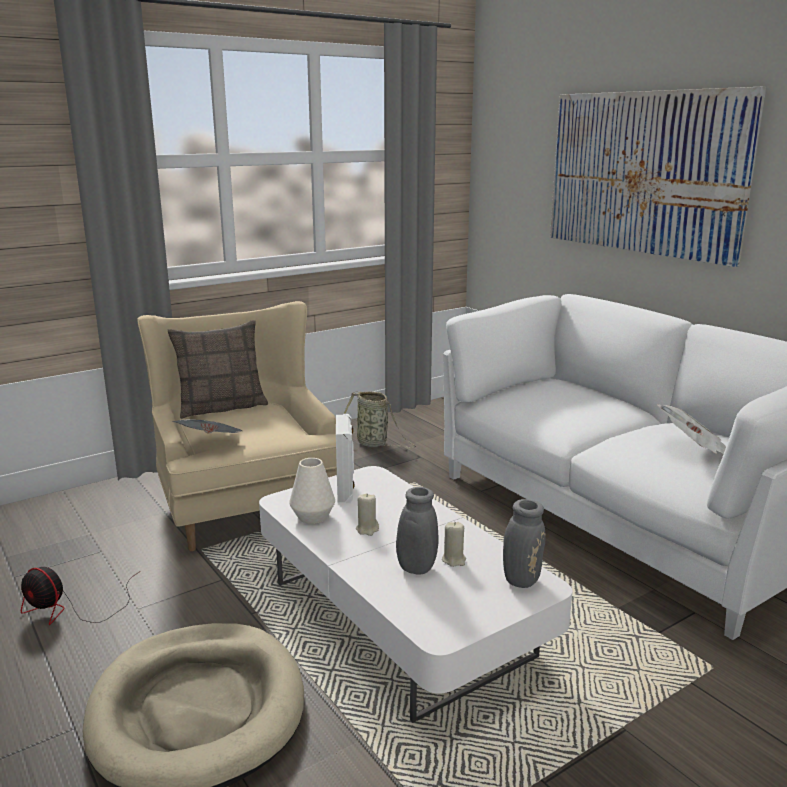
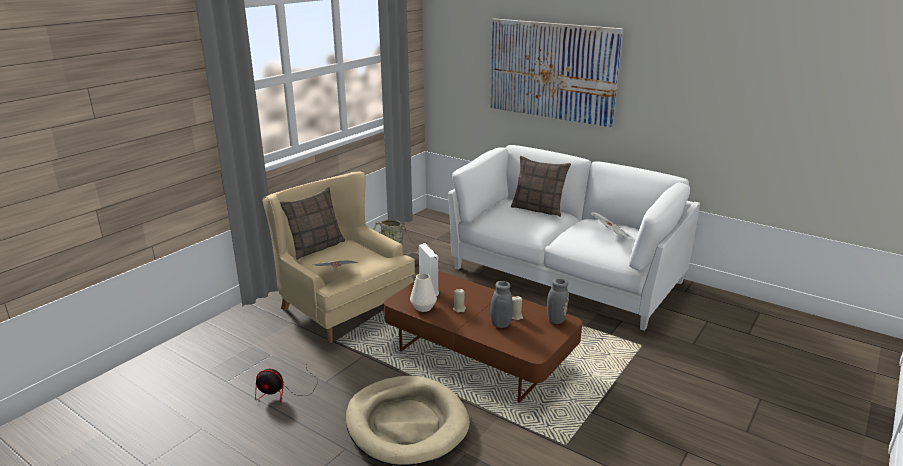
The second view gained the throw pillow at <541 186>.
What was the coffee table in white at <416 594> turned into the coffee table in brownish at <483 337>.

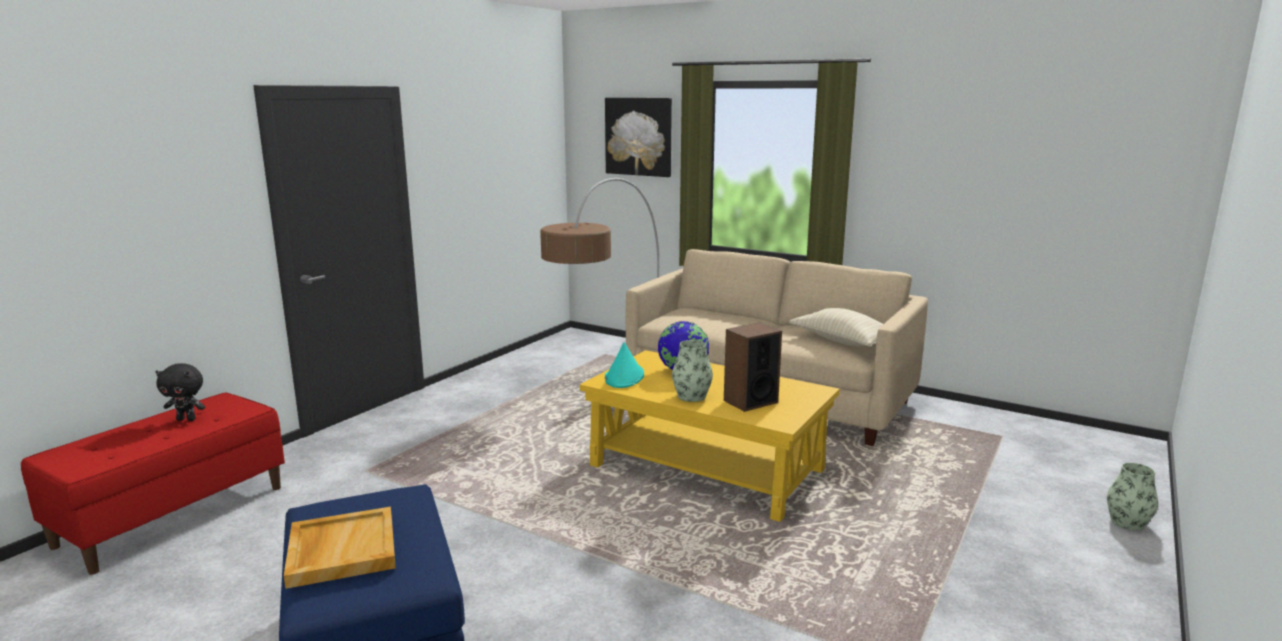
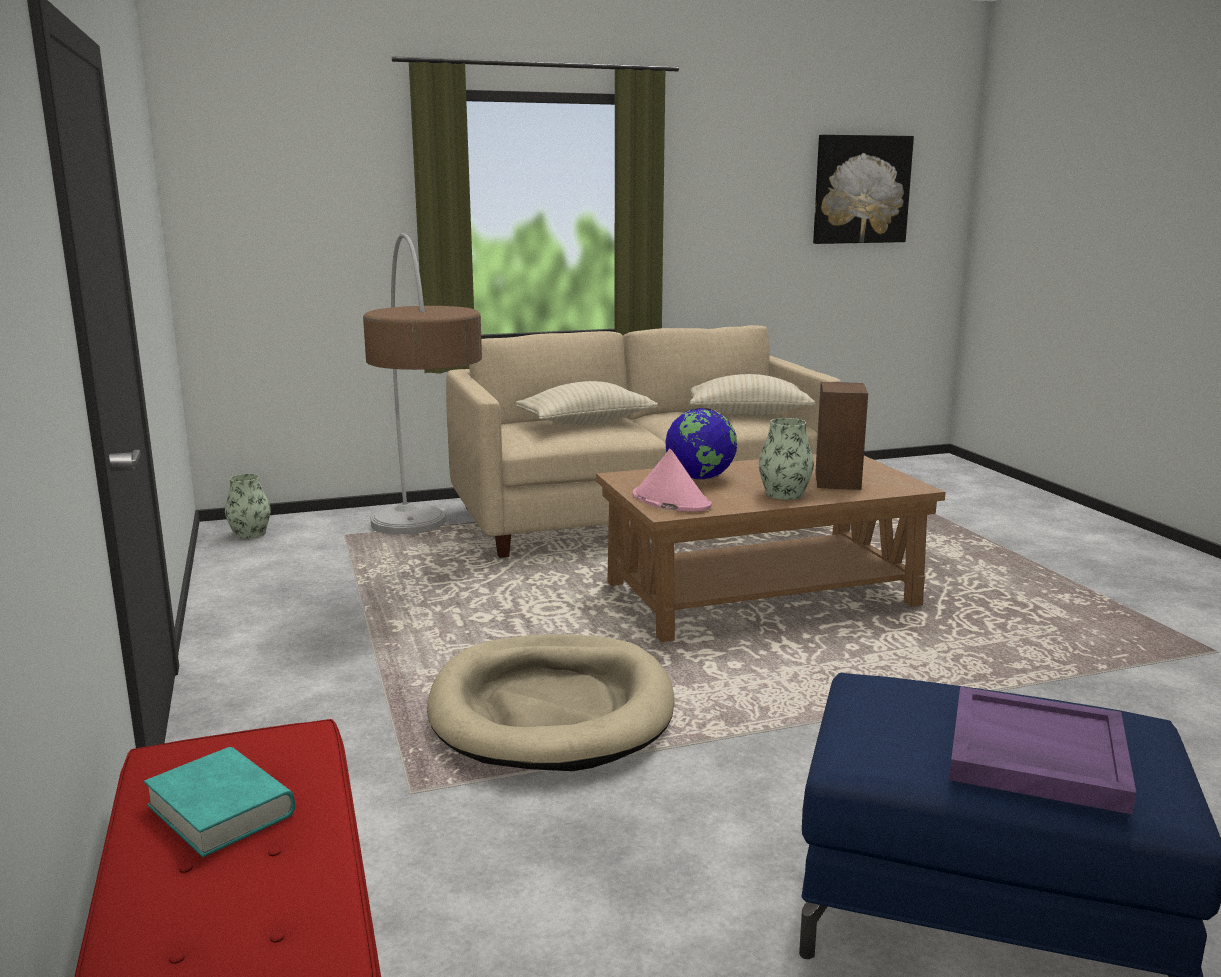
The second view gained the dog bed in beige at <551 702>.
The second view gained the throw pillow in beige at <586 403>.
The wall picture ended up elsewhere, having gone from <638 137> to <863 189>.
The flower vase ended up elsewhere, having gone from <1132 497> to <248 506>.
Where the soft toy in black stood at <180 392>, the bound book in turquoise came to stand at <219 802>.
What was the carrying tray in beige at <340 548> turned into the carrying tray in purple-coloured at <1042 750>.
What was the coffee table in yellowish at <710 436> turned into the coffee table in brownish at <771 548>.
What was the hat in turquoise at <624 365> turned into the hat in pink-coloured at <672 480>.

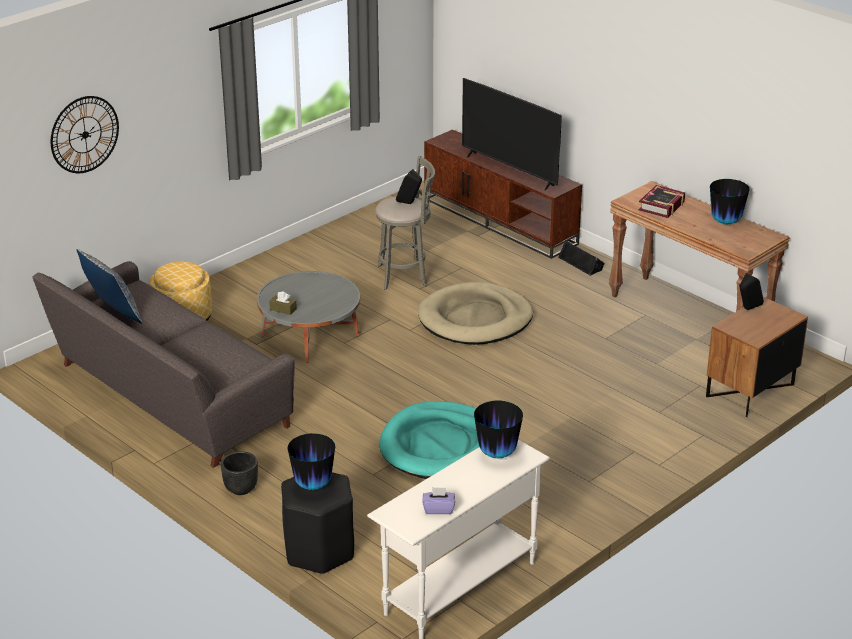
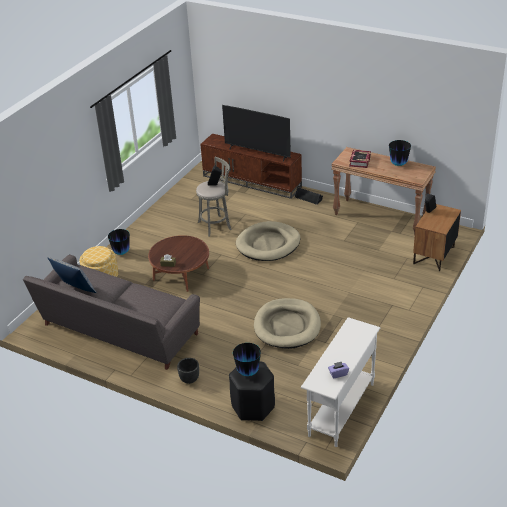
The second view lost the wall clock at <85 134>.
The flower vase ended up elsewhere, having gone from <498 429> to <119 242>.
What was the coffee table in gray at <308 317> turned into the coffee table in brownish at <178 263>.
What was the dog bed in turquoise at <429 440> turned into the dog bed in beige at <287 323>.

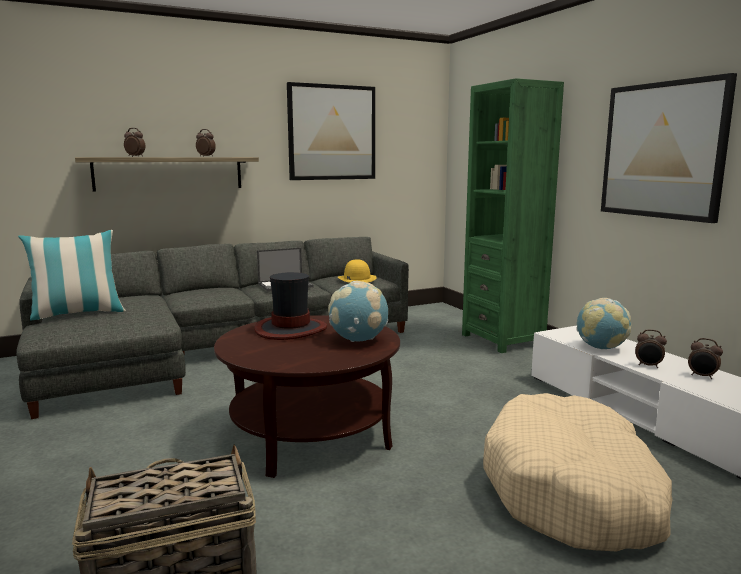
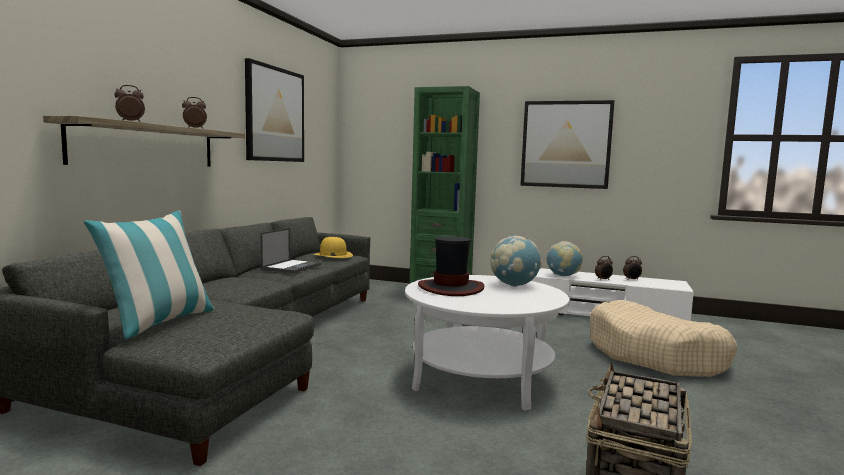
What was the coffee table in brownish at <307 396> turned into the coffee table in white at <487 343>.

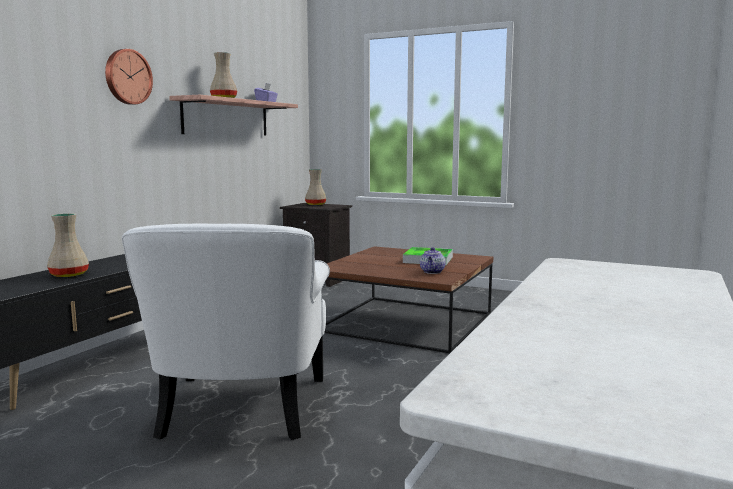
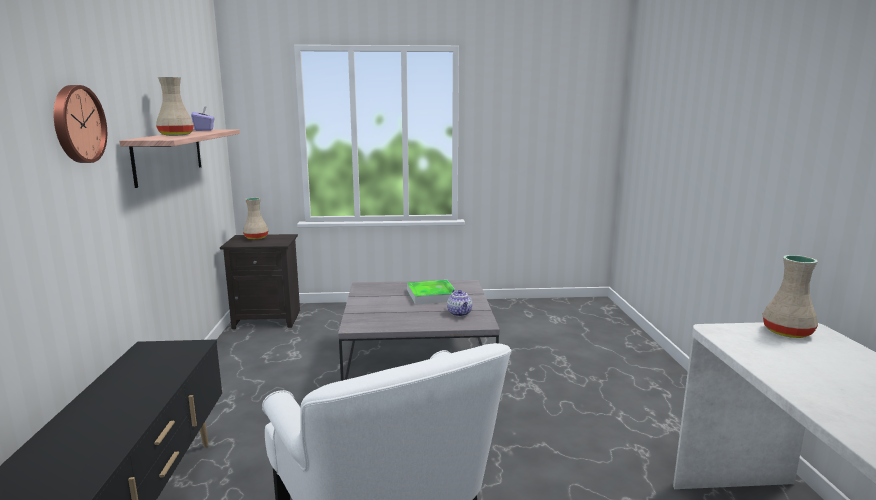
The flower vase in beige ended up elsewhere, having gone from <68 245> to <790 296>.
What was the coffee table in brownish at <408 299> turned into the coffee table in gray at <419 330>.

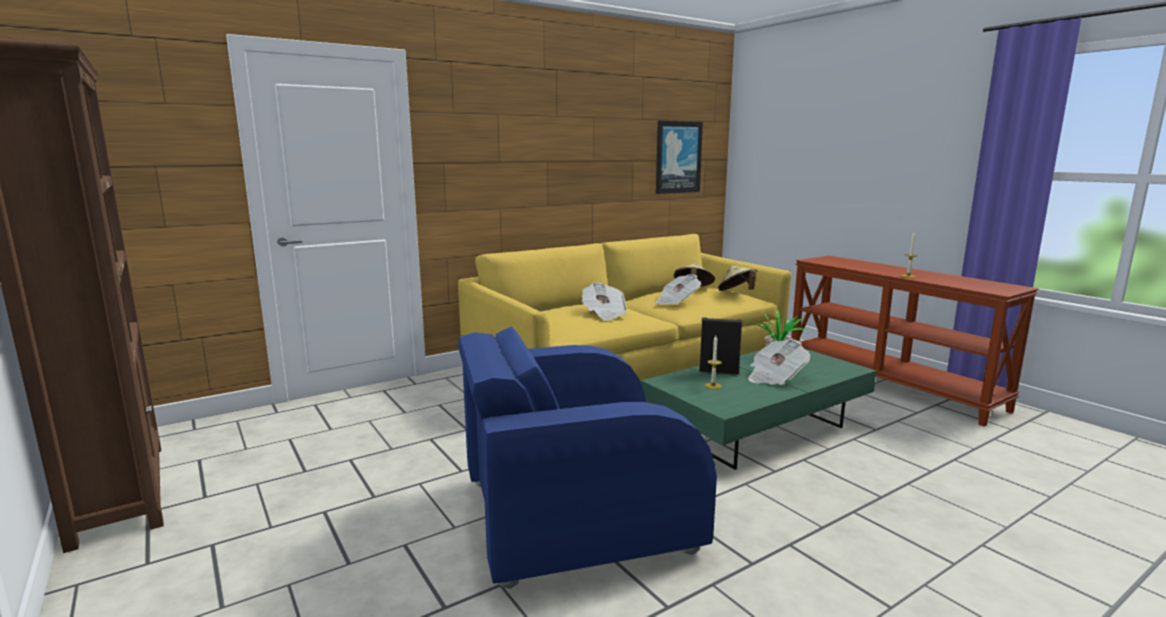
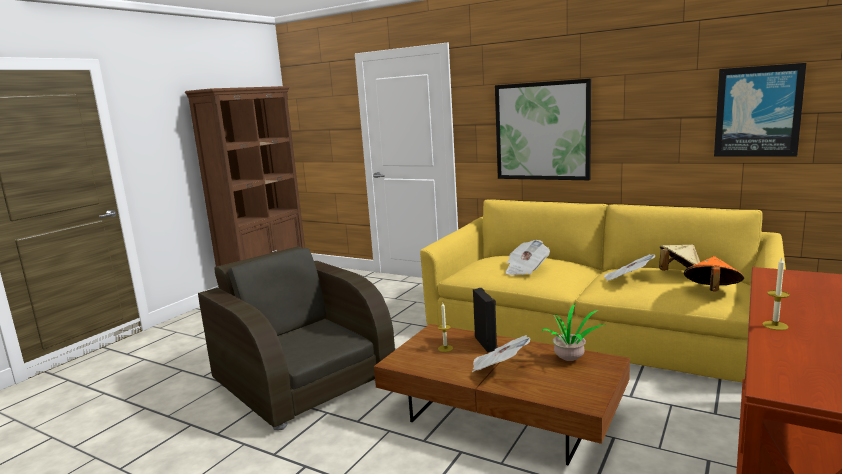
The second view gained the wall picture at <543 129>.
What was the lounge chair in blue at <587 458> turned into the lounge chair in brownish at <296 338>.
What was the coffee table in greenish at <759 409> turned into the coffee table in brownish at <502 395>.
What was the hat in beige at <737 278> turned into the hat in orangey at <714 274>.

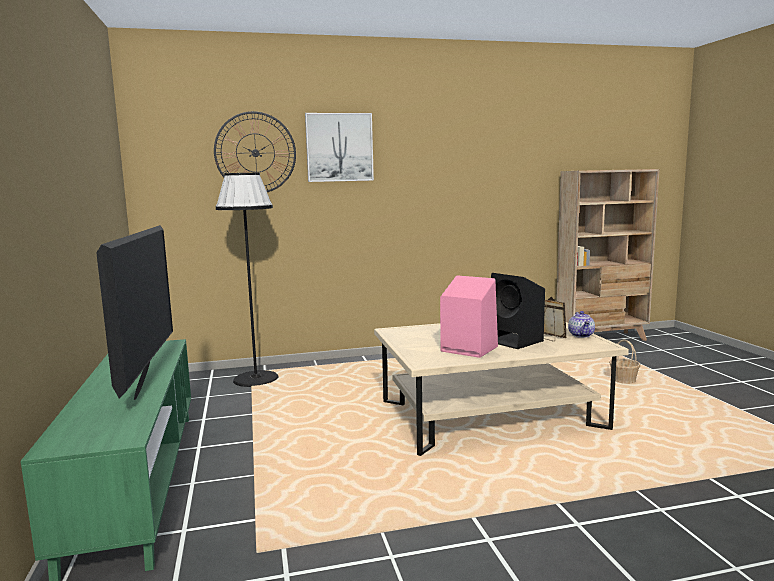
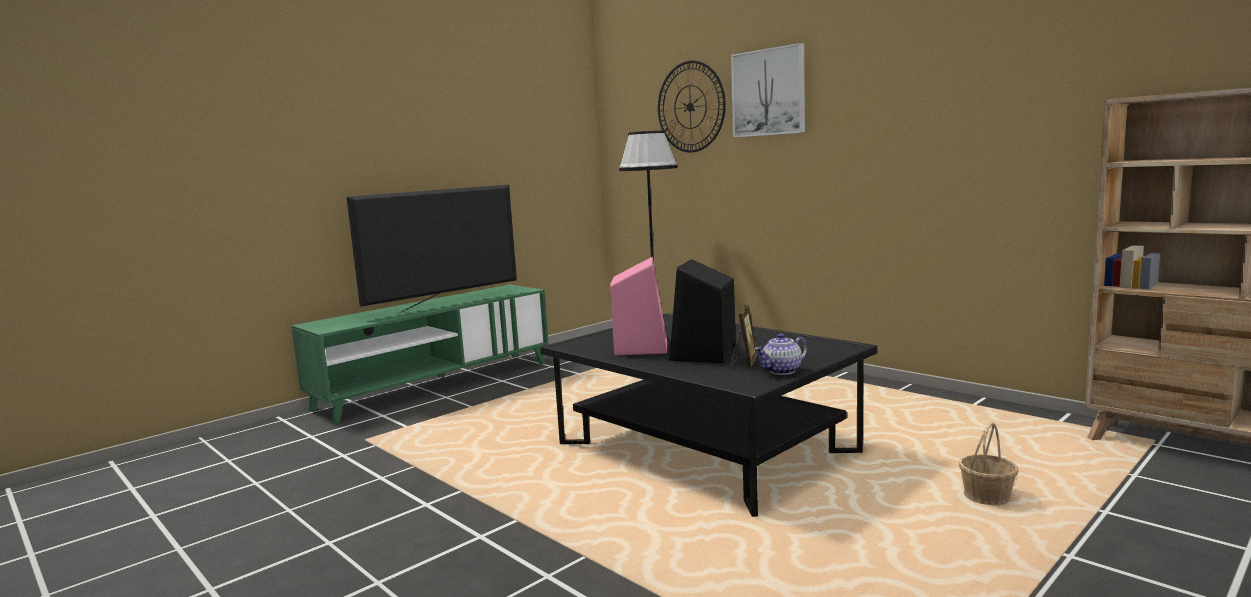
What was the coffee table in beige at <501 389> turned into the coffee table in black at <708 415>.

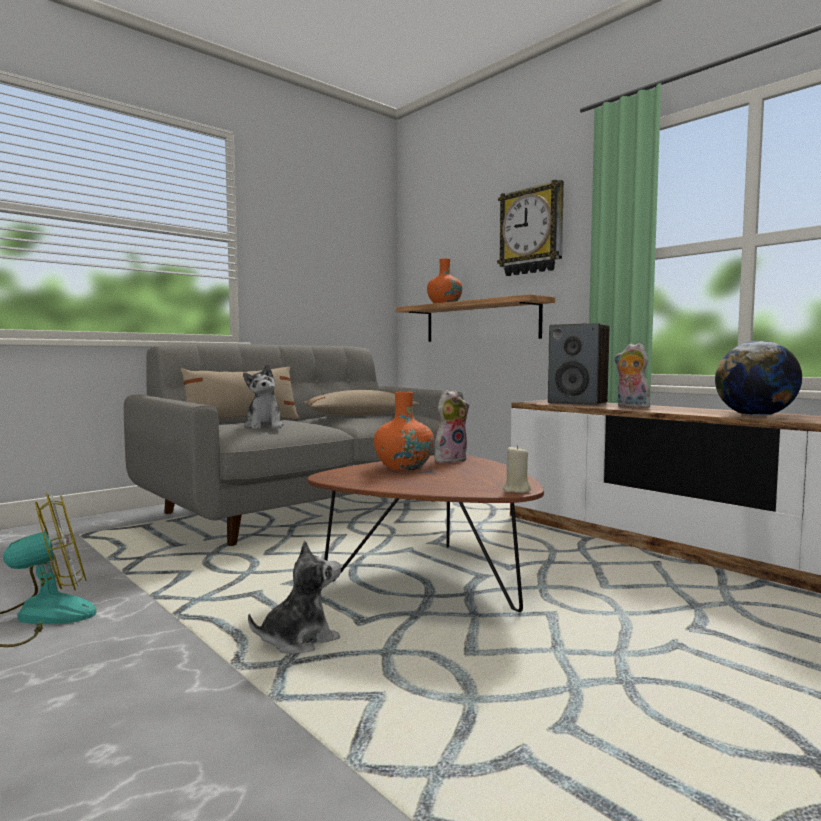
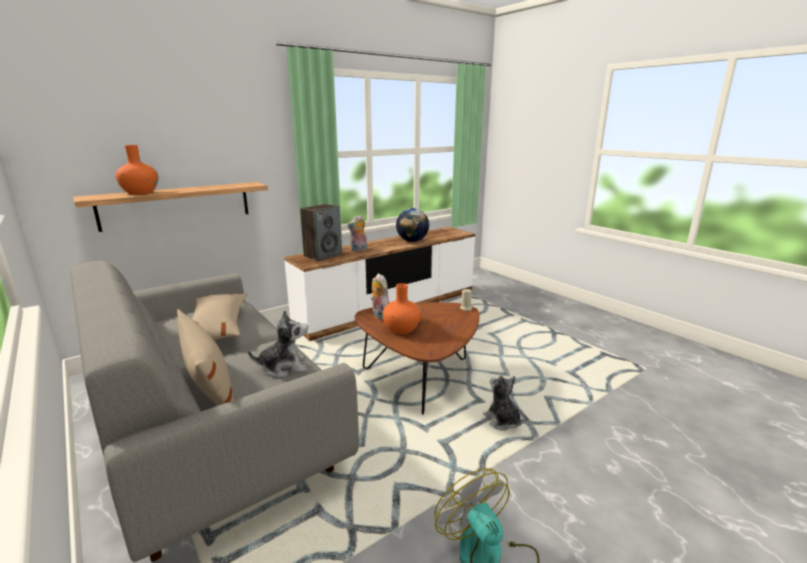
The second view lost the wall clock at <530 228>.

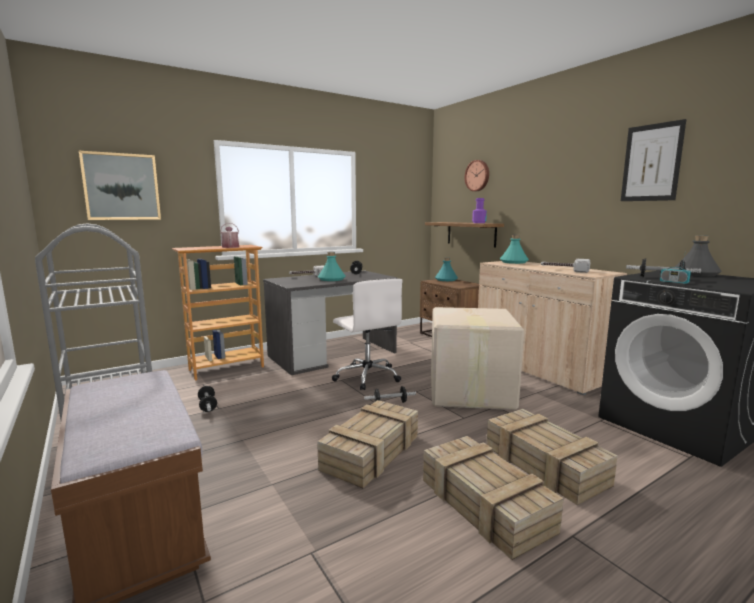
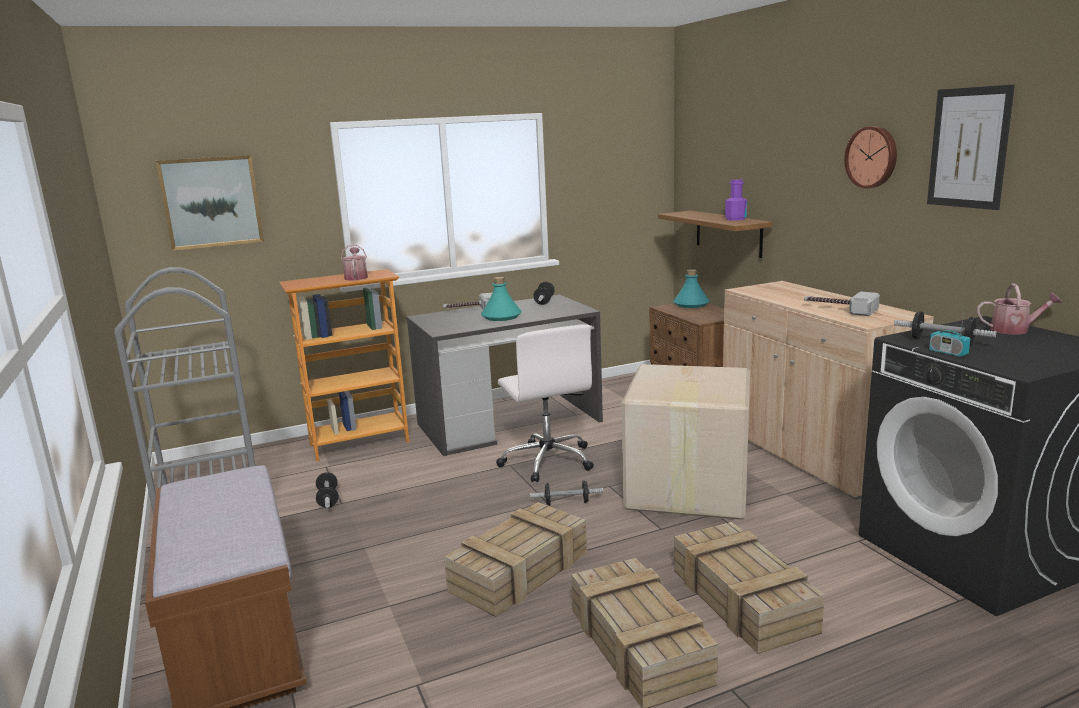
The second view lost the drink bottle in turquoise at <514 249>.
The wall clock ended up elsewhere, having gone from <476 175> to <870 157>.
Where the drink bottle in gray stood at <698 256>, the watering pot came to stand at <1019 309>.

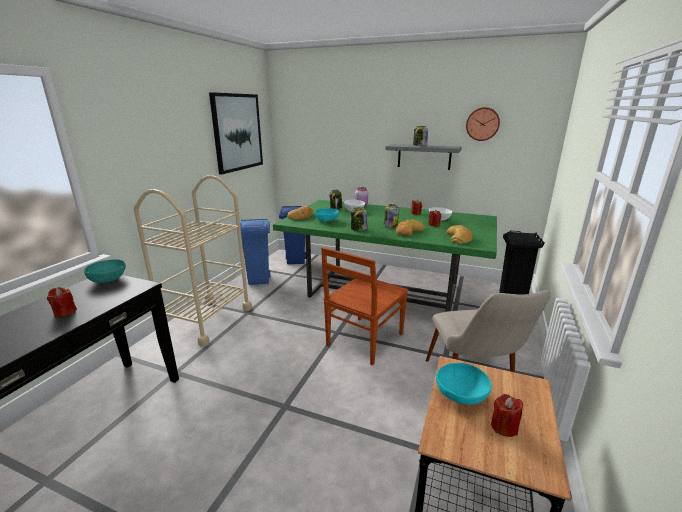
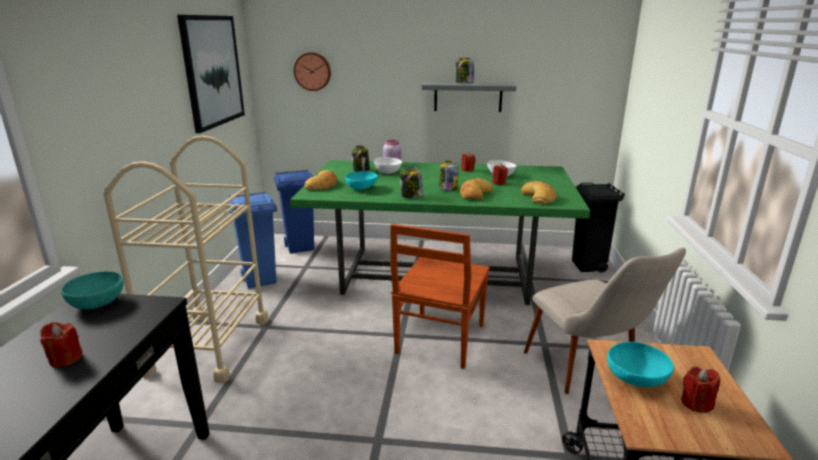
The wall clock ended up elsewhere, having gone from <483 124> to <312 71>.

